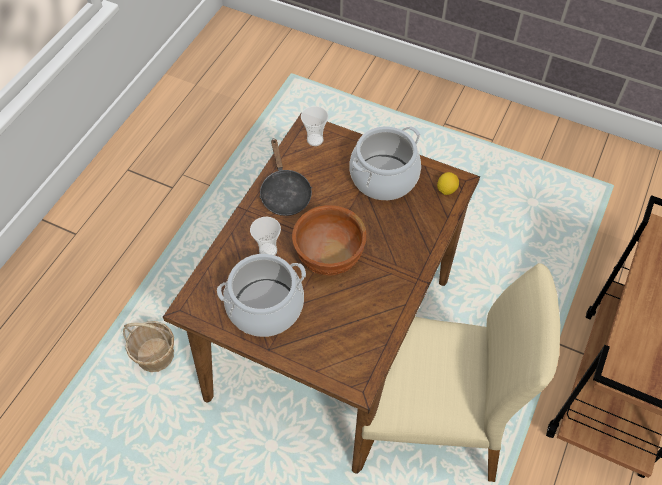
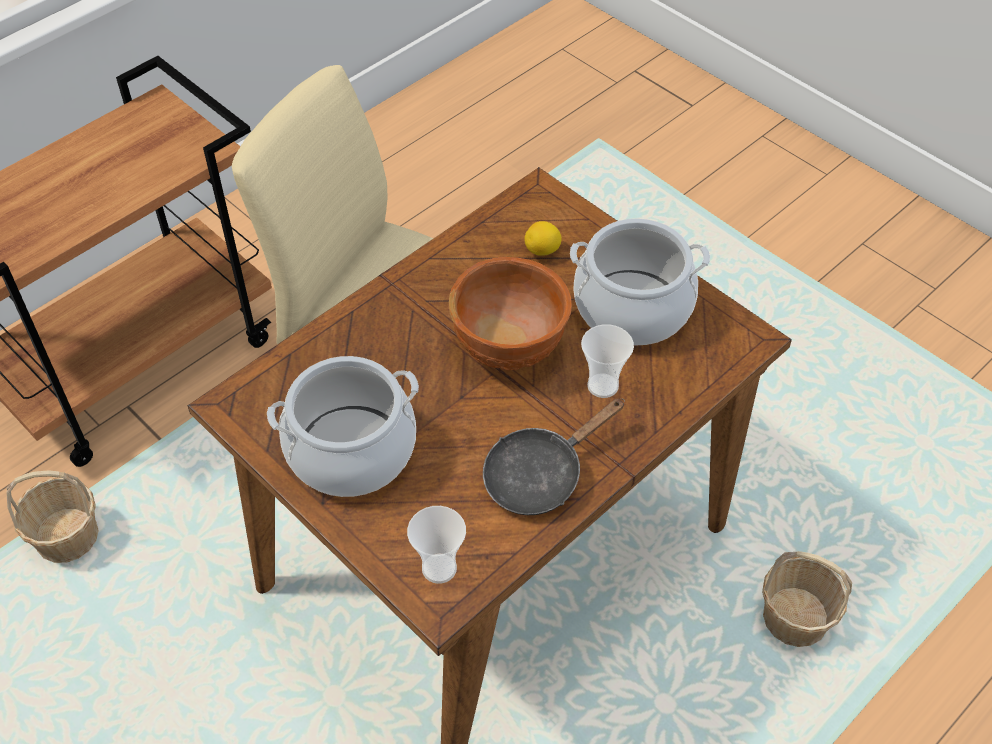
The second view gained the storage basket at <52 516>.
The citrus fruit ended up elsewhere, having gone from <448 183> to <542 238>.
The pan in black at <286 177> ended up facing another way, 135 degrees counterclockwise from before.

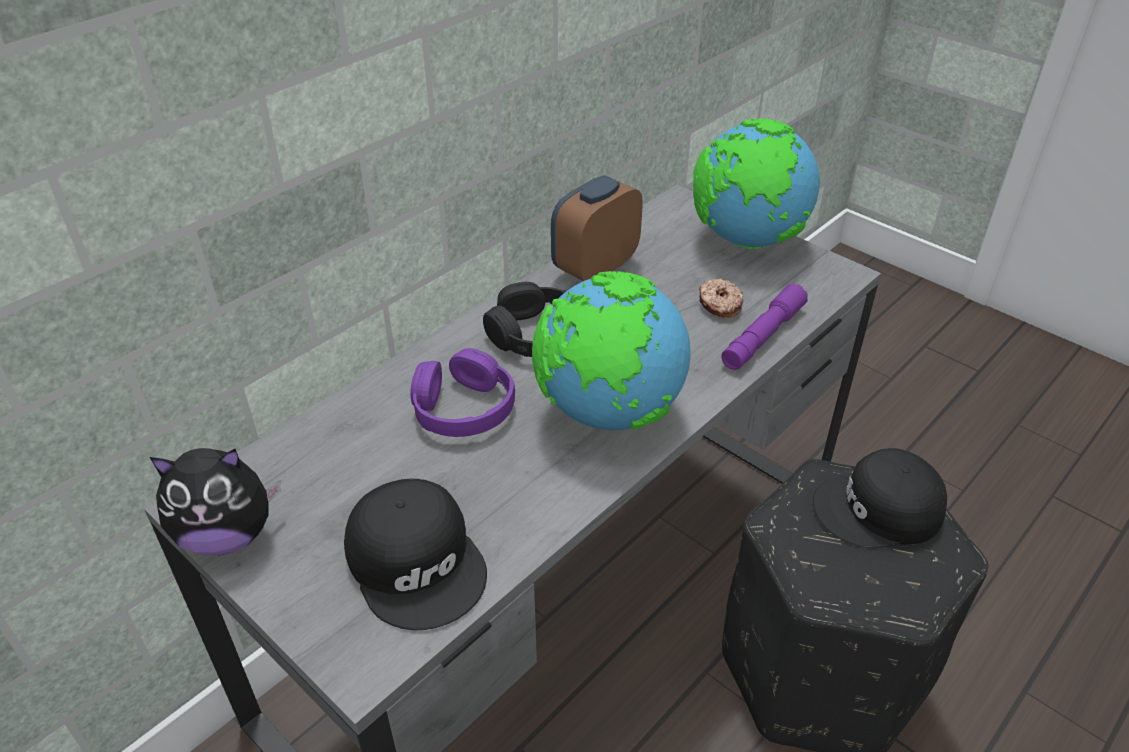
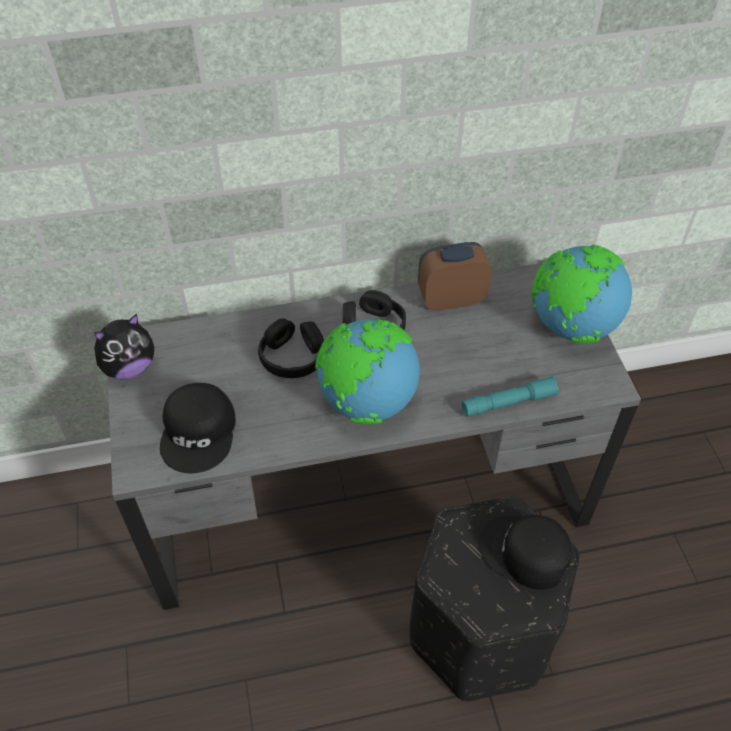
The second view lost the donut at <721 298>.
What was the headset in purple-coloured at <462 392> turned into the headset in black at <291 348>.
What was the flashlight in purple-coloured at <765 326> turned into the flashlight in turquoise at <510 396>.
The soft toy at <215 502> ended up facing another way, 60 degrees counterclockwise from before.

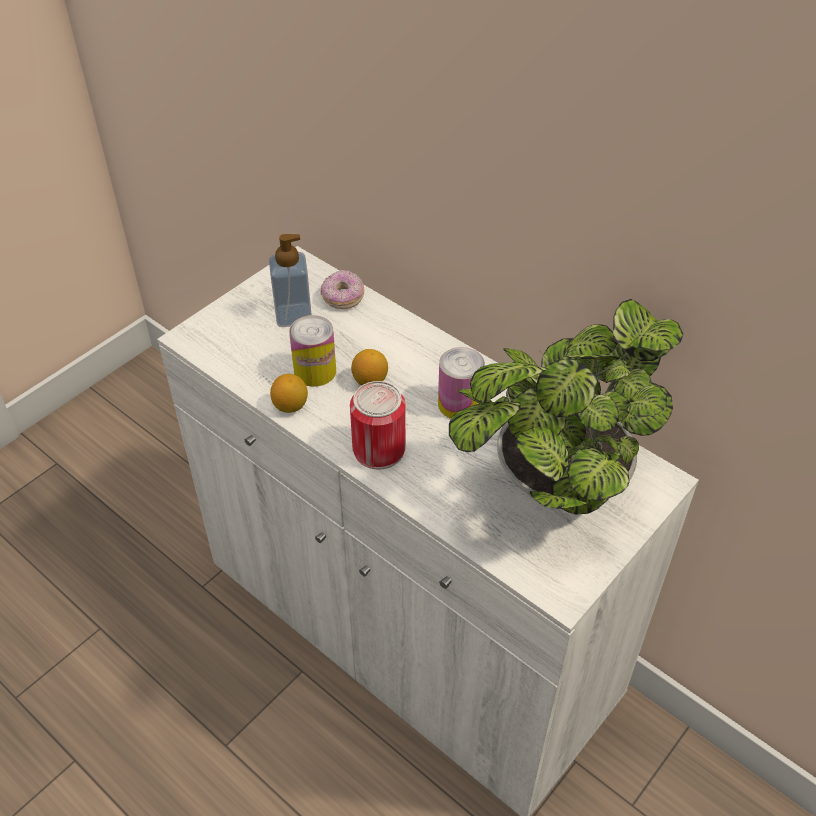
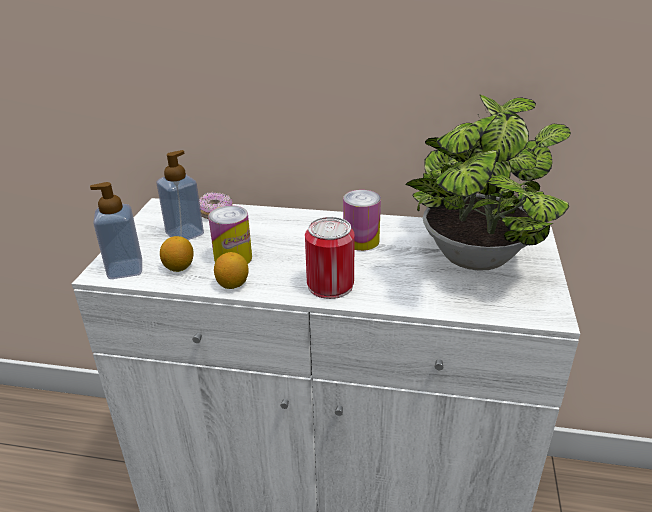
The second view gained the soap bottle at <116 230>.
The citrus fruit ended up elsewhere, having gone from <369 367> to <177 254>.

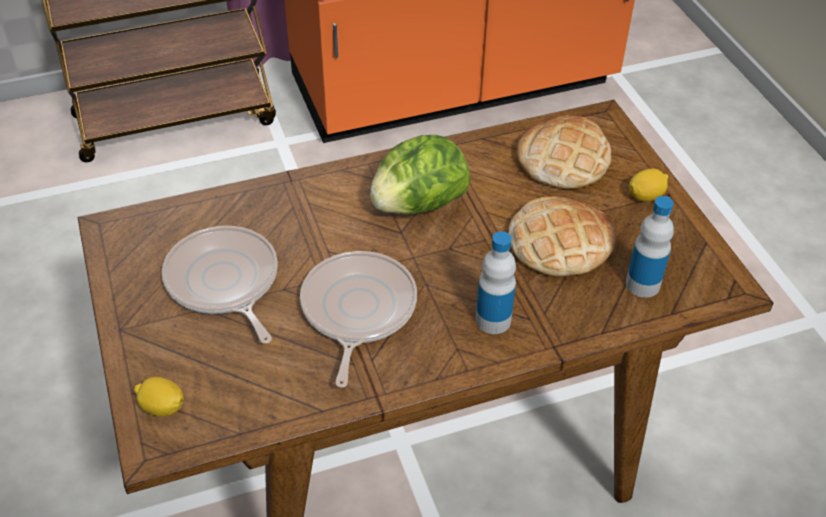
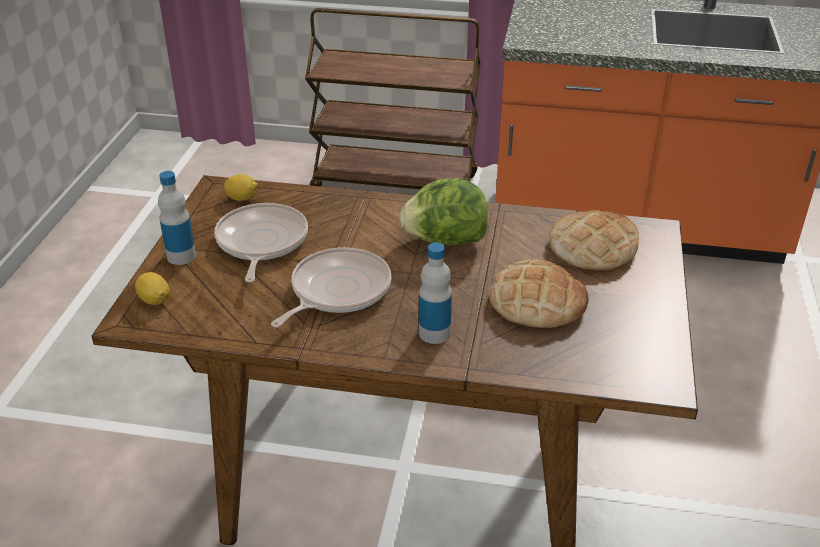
The drink bottle ended up elsewhere, having gone from <650 247> to <177 218>.
The citrus fruit ended up elsewhere, having gone from <648 185> to <241 187>.

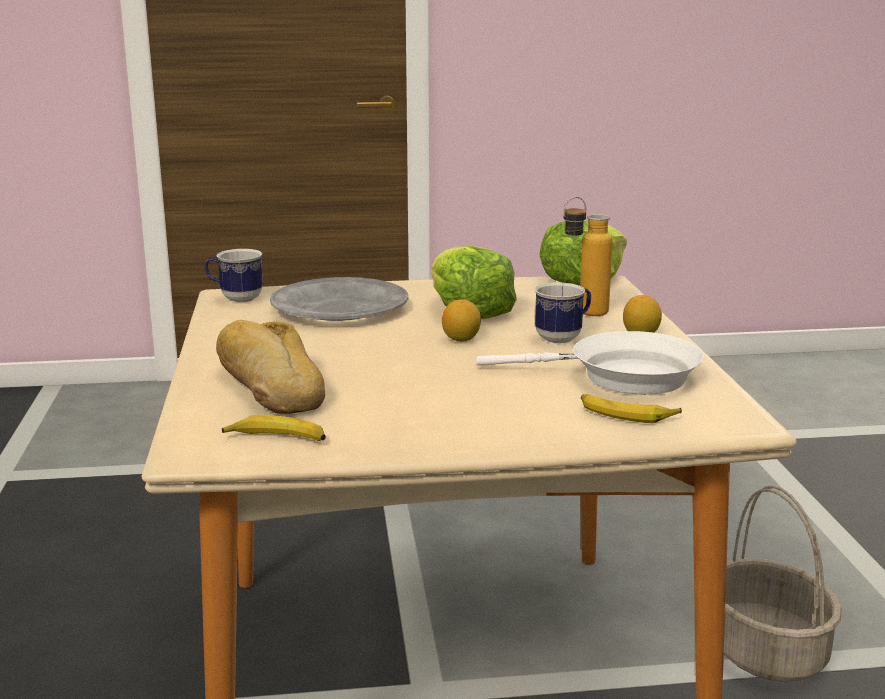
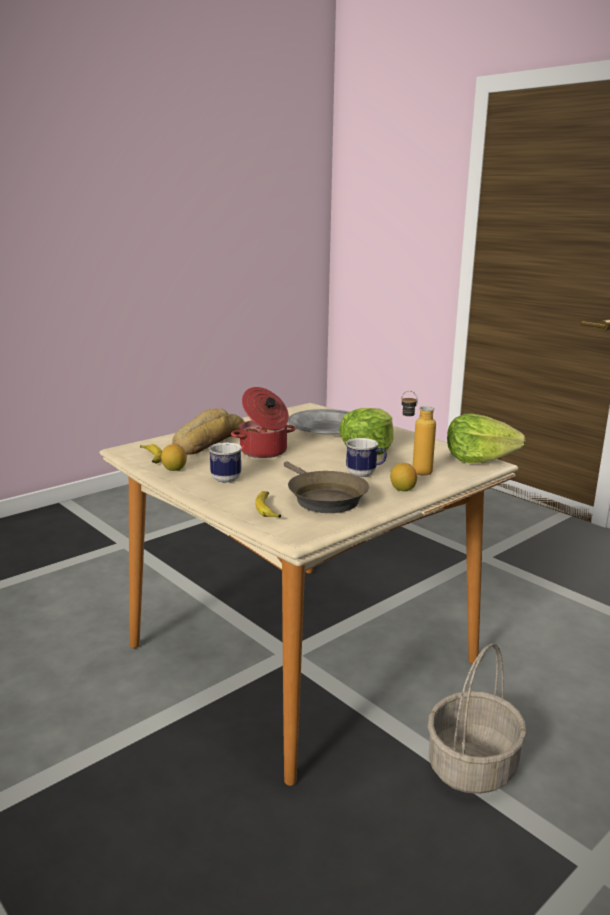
The second view gained the saucepot at <263 422>.
The coffee mug ended up elsewhere, having gone from <234 275> to <225 462>.
The citrus fruit ended up elsewhere, having gone from <461 320> to <174 457>.
What was the pan in white at <589 363> turned into the pan in brownish at <326 487>.

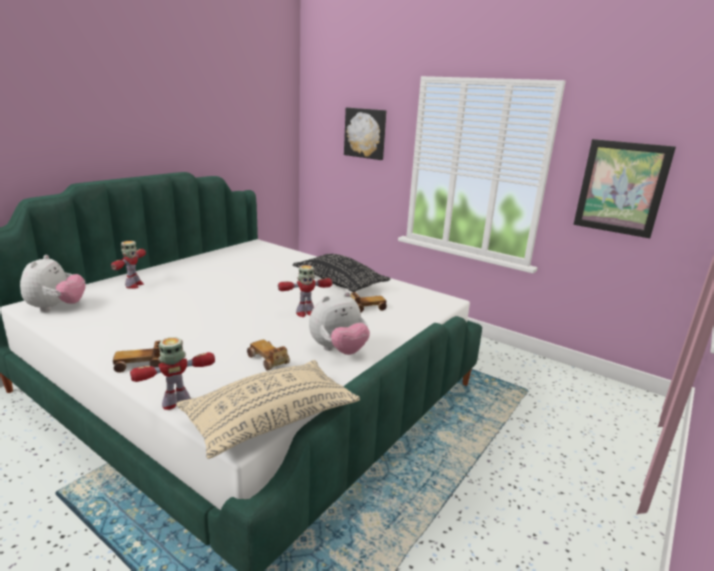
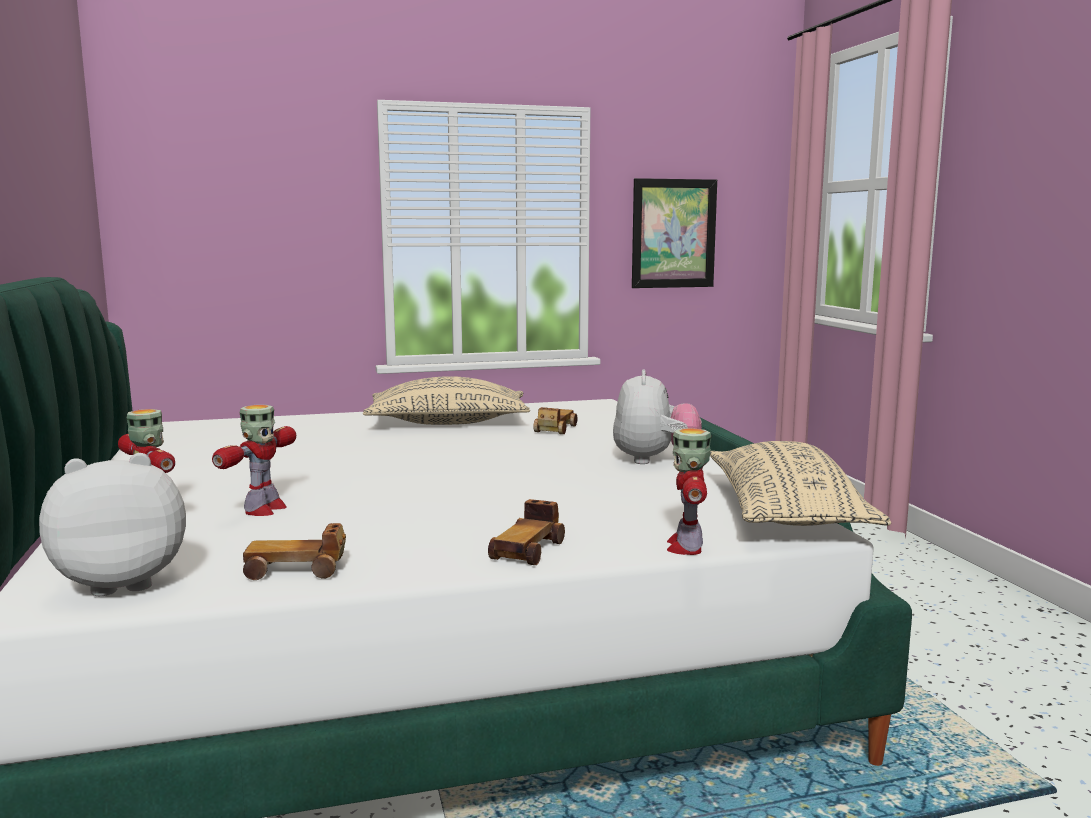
The second view lost the wall picture at <365 134>.
The toy car ended up elsewhere, having gone from <268 355> to <294 551>.
The model robot ended up elsewhere, having gone from <305 291> to <254 460>.
What was the throw pillow in black at <342 273> turned into the throw pillow in beige at <446 400>.
The soft toy at <53 283> ended up facing another way, 60 degrees counterclockwise from before.

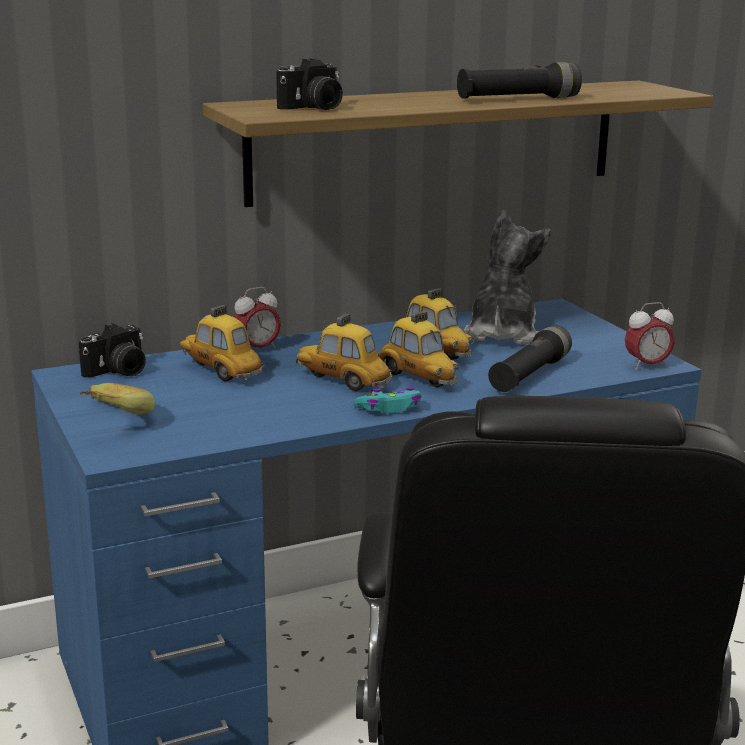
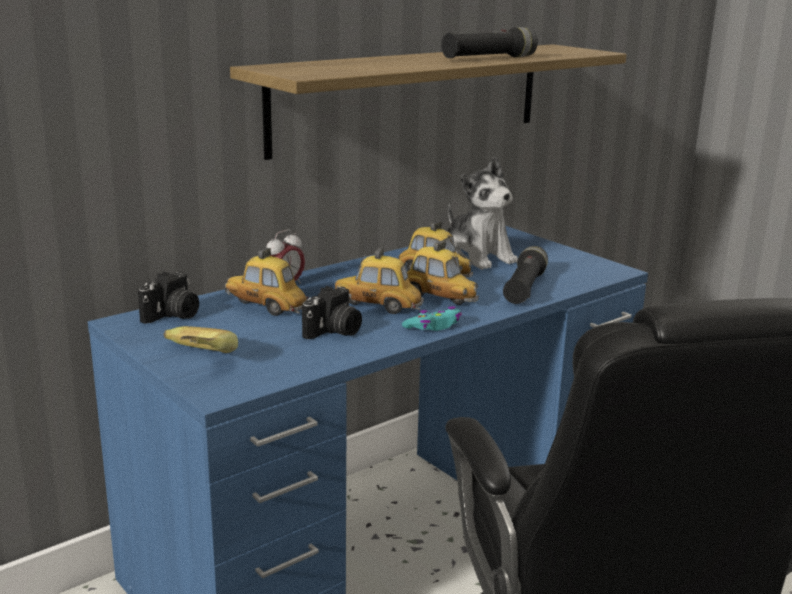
The second view lost the bedside clock at <650 336>.
The photo camera ended up elsewhere, having gone from <309 84> to <332 312>.
The soft toy at <507 277> ended up facing another way, 150 degrees clockwise from before.

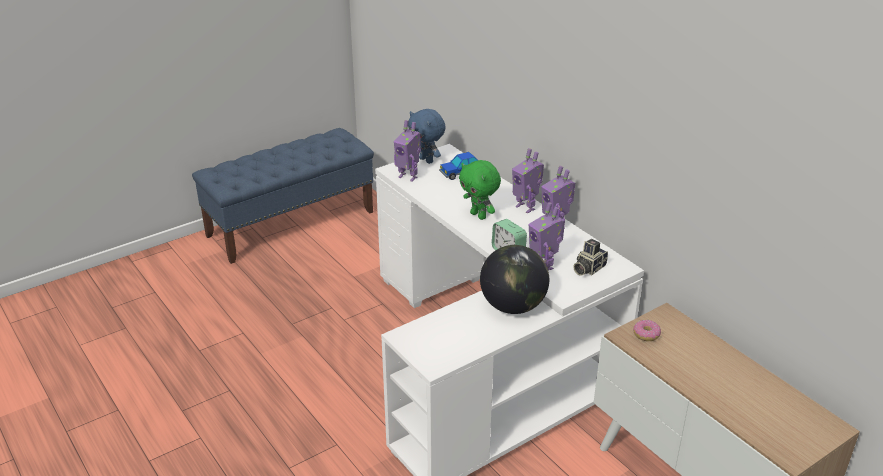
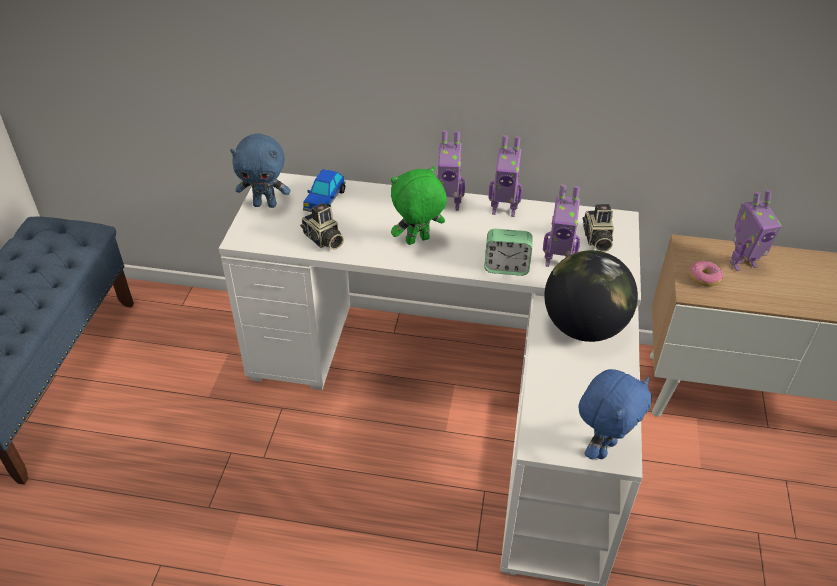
The second view gained the photo camera at <322 226>.
The second view gained the soft toy in blue at <615 414>.
The model robot ended up elsewhere, having gone from <407 151> to <756 230>.
The soft toy in greenish at <480 190> ended up facing another way, 150 degrees clockwise from before.

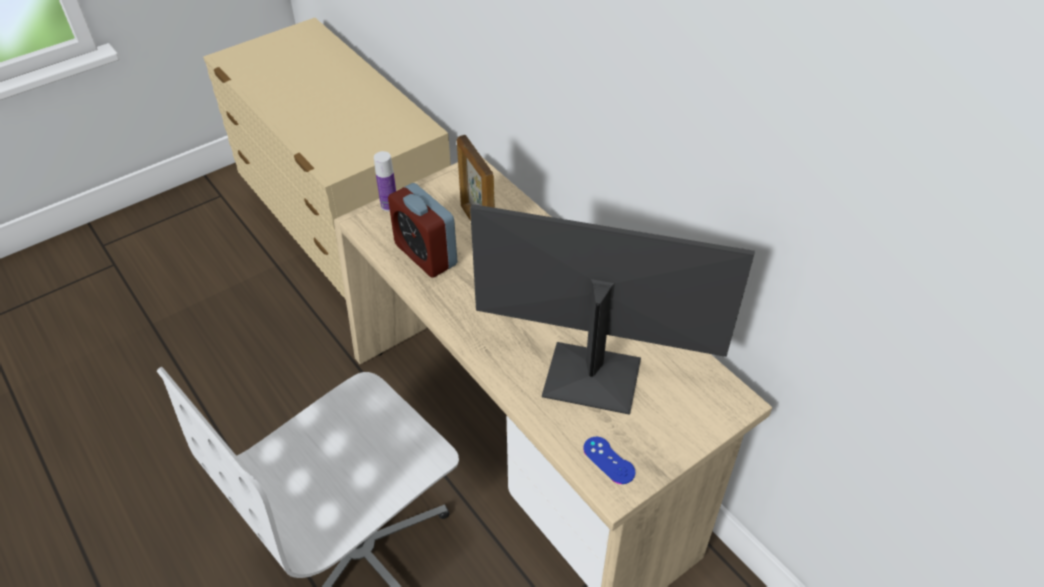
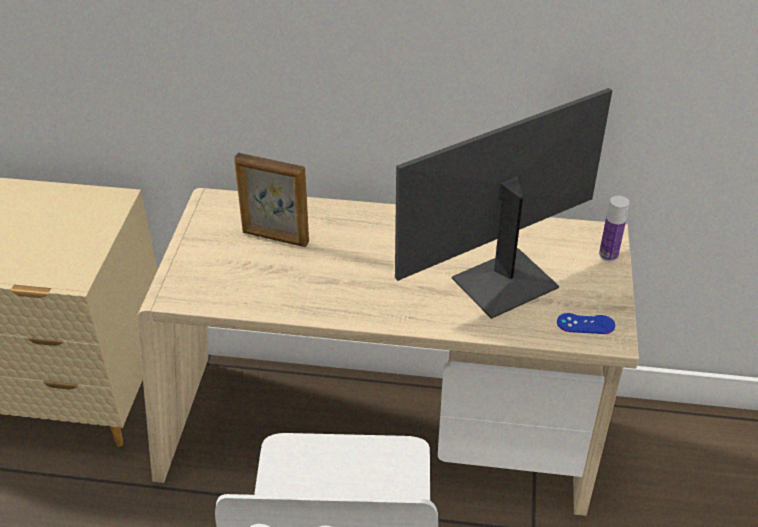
The second view lost the bedside clock at <423 230>.
The drink bottle ended up elsewhere, having gone from <385 181> to <614 228>.

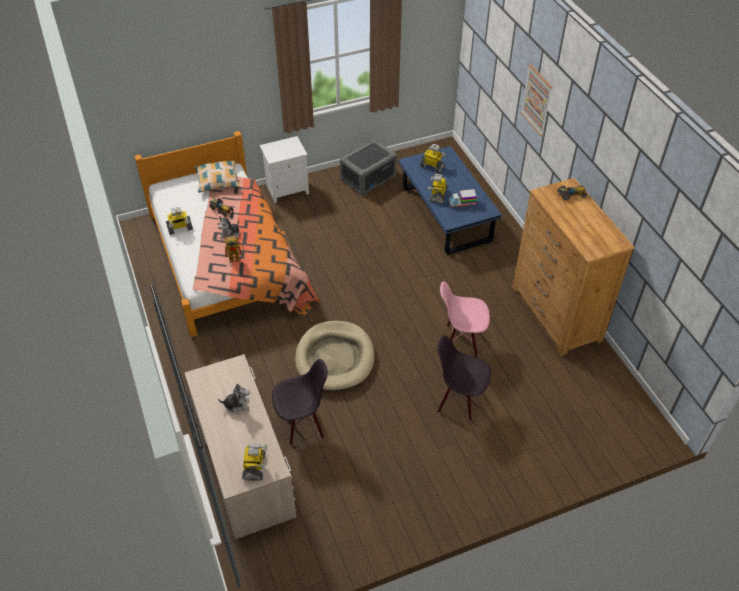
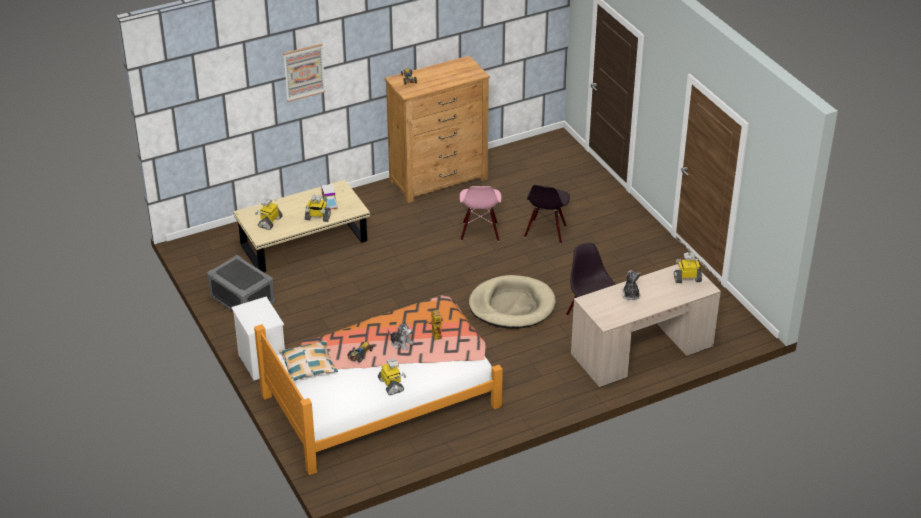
What was the coffee table in blue at <450 200> turned into the coffee table in beige at <301 226>.

